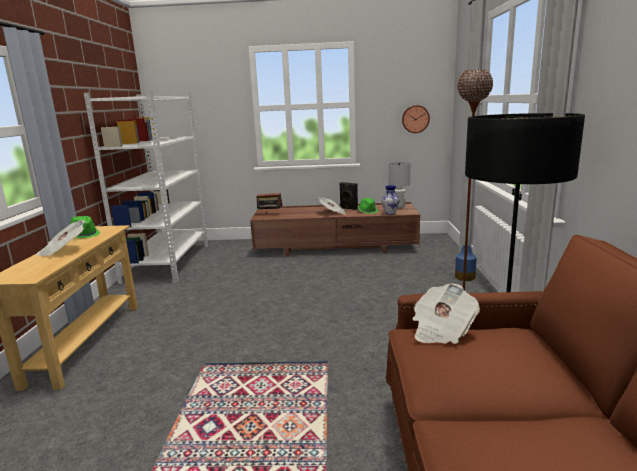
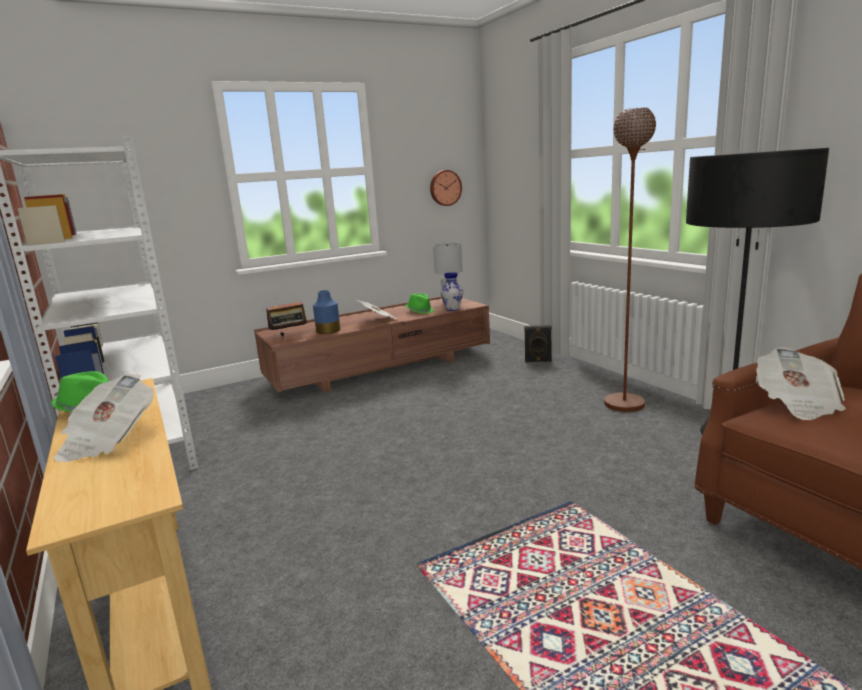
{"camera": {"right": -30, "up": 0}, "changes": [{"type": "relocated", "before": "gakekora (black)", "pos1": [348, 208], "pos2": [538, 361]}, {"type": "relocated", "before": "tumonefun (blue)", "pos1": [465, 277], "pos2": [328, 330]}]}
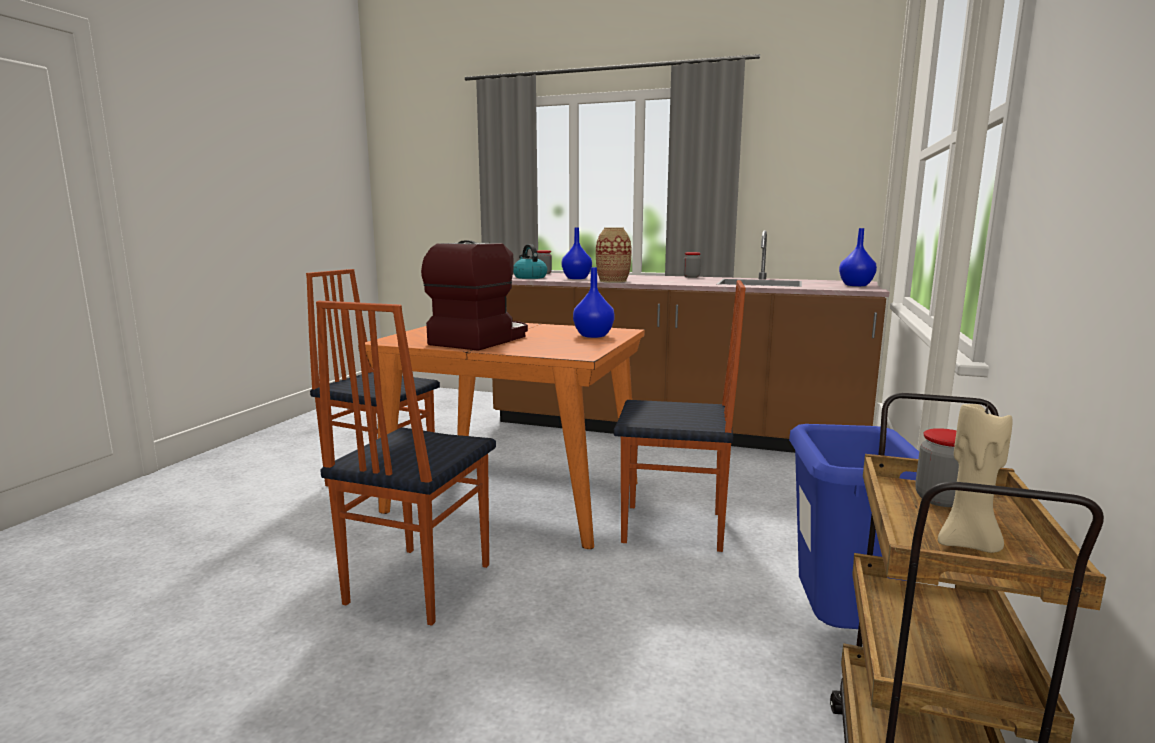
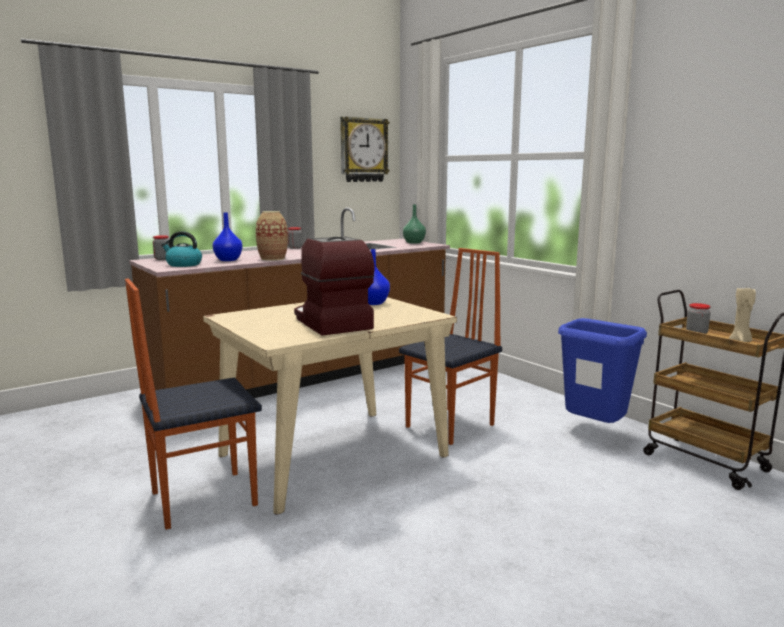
{"camera": {"right": -55, "up": 0}, "changes": [{"type": "missing", "before": "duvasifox", "pos1": [416, 584]}, {"type": "appeared", "after": "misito", "pos2": [363, 150]}, {"type": "colour", "before": "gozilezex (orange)", "after": "gozilezex (beige)", "pos1": [512, 496], "pos2": [332, 456]}, {"type": "colour", "before": "tumonefun (blue)", "after": "tumonefun (green)", "pos1": [856, 285], "pos2": [414, 242]}]}
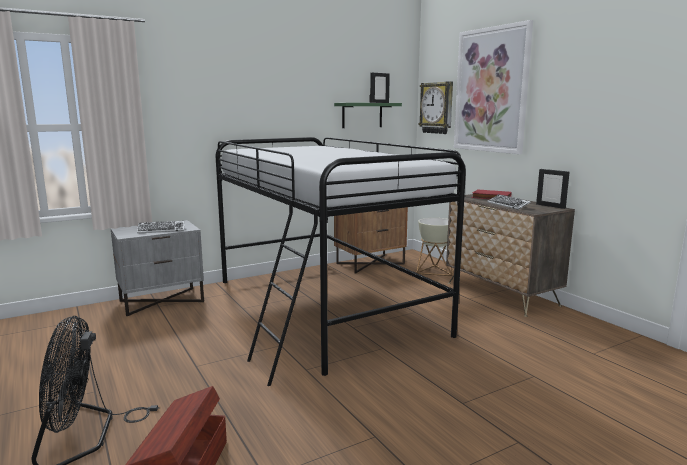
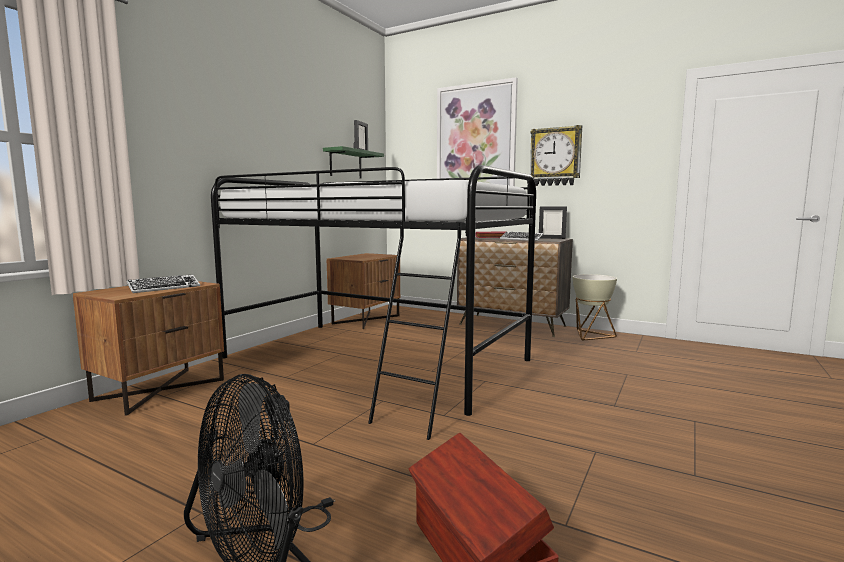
{"camera": {"right": -30, "up": -5}, "changes": [{"type": "relocated", "before": "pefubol", "pos1": [434, 271], "pos2": [591, 335]}, {"type": "relocated", "before": "misito", "pos1": [437, 108], "pos2": [555, 157]}, {"type": "colour", "before": "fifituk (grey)", "after": "fifituk (brown)", "pos1": [162, 301], "pos2": [160, 389]}]}
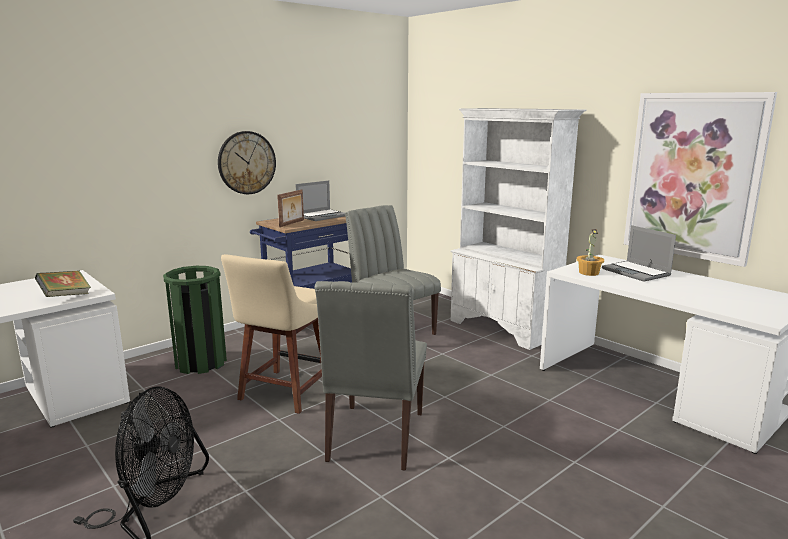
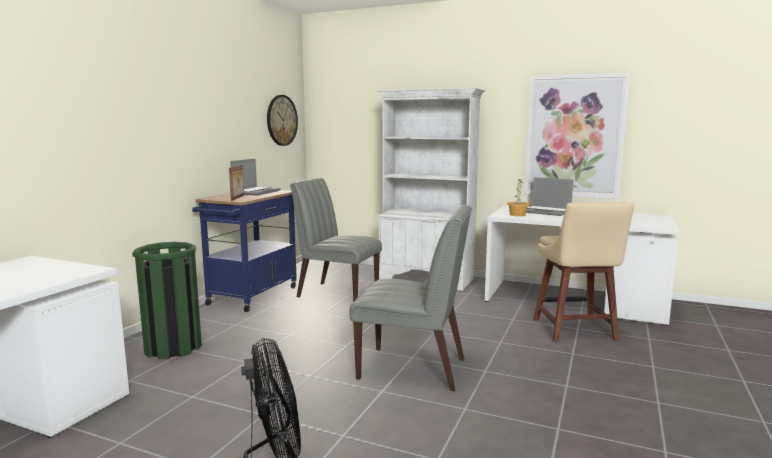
{"camera": {"right": -25, "up": -5}, "changes": [{"type": "missing", "before": "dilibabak", "pos1": [65, 296]}, {"type": "relocated", "before": "misito", "pos1": [246, 162], "pos2": [281, 120]}, {"type": "relocated", "before": "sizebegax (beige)", "pos1": [283, 392], "pos2": [575, 330]}, {"type": "spun", "before": "duvasifox (grey)", "pos1": [376, 435], "pos2": [411, 369], "turn": -60}]}
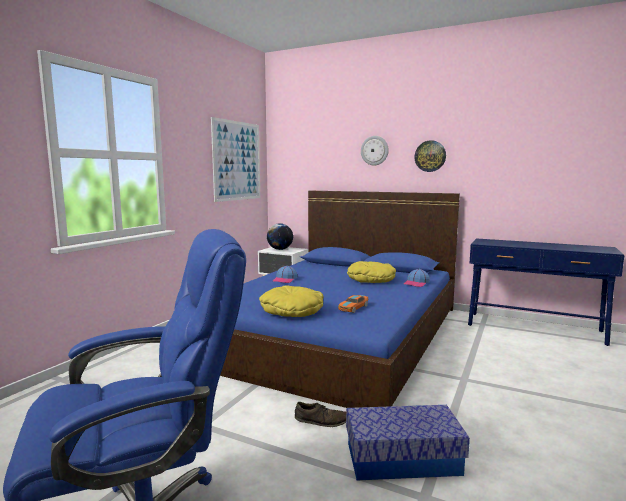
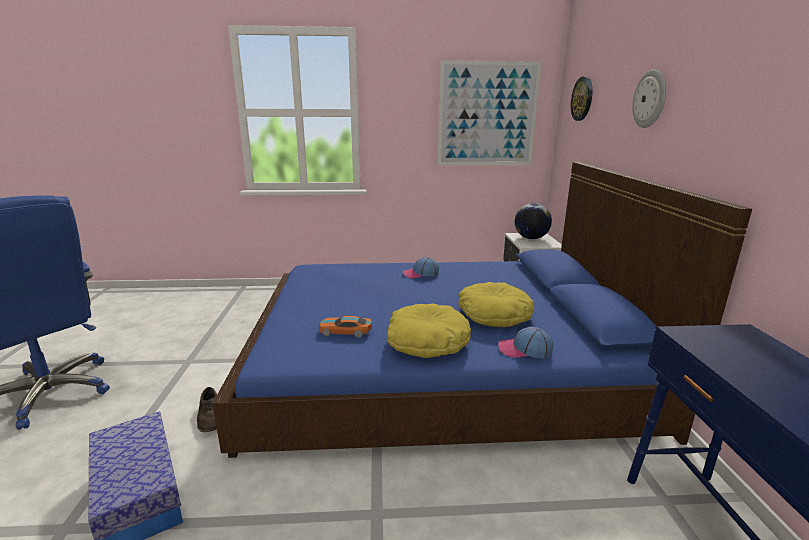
{"camera": {"right": 60, "up": 10}, "changes": [{"type": "relocated", "before": "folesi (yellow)", "pos1": [293, 311], "pos2": [429, 342]}, {"type": "relocated", "before": "misito", "pos1": [430, 156], "pos2": [582, 99]}]}
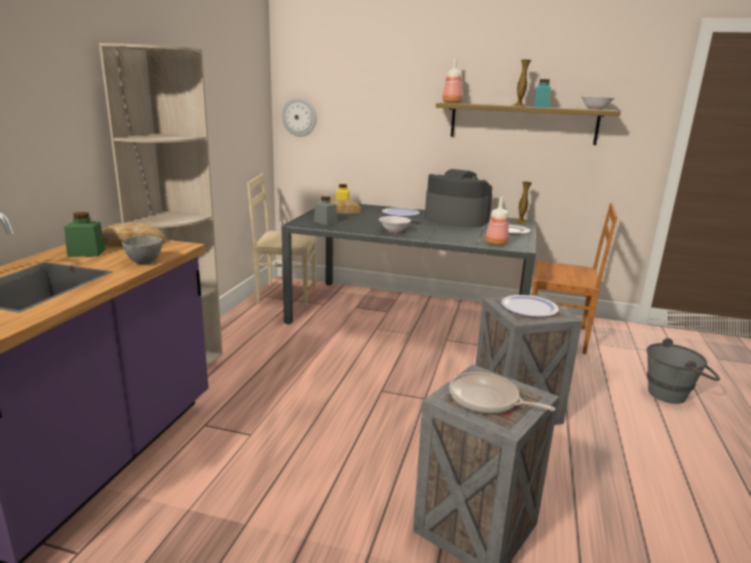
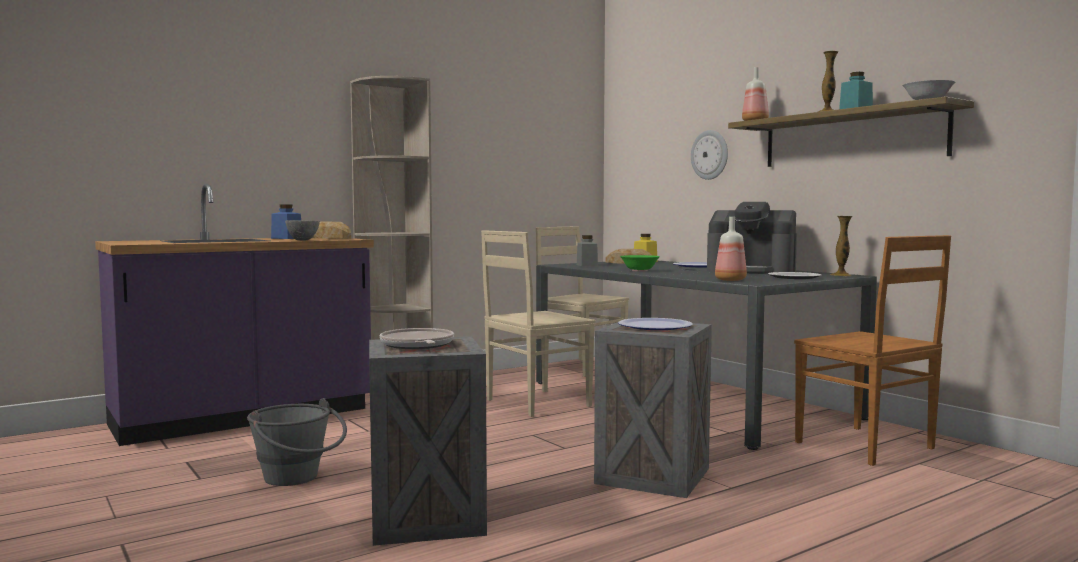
{"camera": {"right": 40, "up": -15}, "changes": [{"type": "appeared", "after": "duvasifox (beige)", "pos2": [535, 403]}, {"type": "relocated", "before": "misito", "pos1": [299, 117], "pos2": [710, 155]}, {"type": "relocated", "before": "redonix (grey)", "pos1": [674, 394], "pos2": [297, 479]}, {"type": "colour", "before": "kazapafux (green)", "after": "kazapafux (blue)", "pos1": [86, 253], "pos2": [286, 238]}, {"type": "colour", "before": "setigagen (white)", "after": "setigagen (green)", "pos1": [394, 231], "pos2": [639, 271]}, {"type": "spun", "before": "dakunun", "pos1": [455, 220], "pos2": [752, 271], "turn": 135}]}
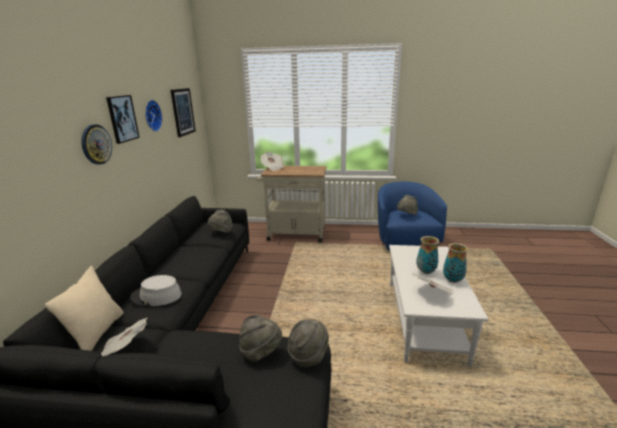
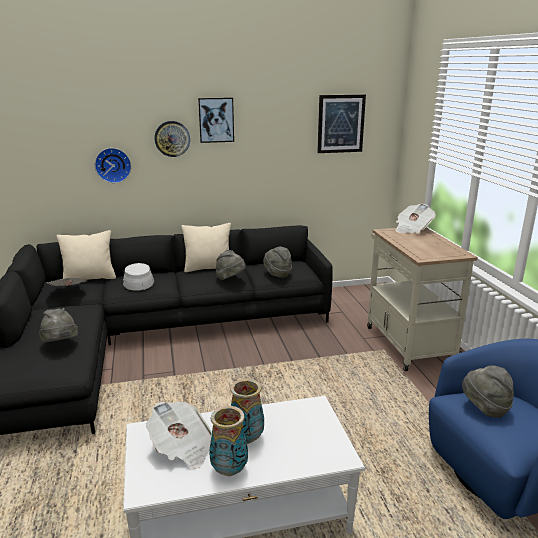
{"camera": {"right": 70, "up": 0}, "changes": [{"type": "appeared", "after": "folesi (beige)", "pos2": [208, 268]}, {"type": "relocated", "before": "misito", "pos1": [151, 115], "pos2": [113, 165]}, {"type": "relocated", "before": "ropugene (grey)", "pos1": [308, 355], "pos2": [230, 279]}]}
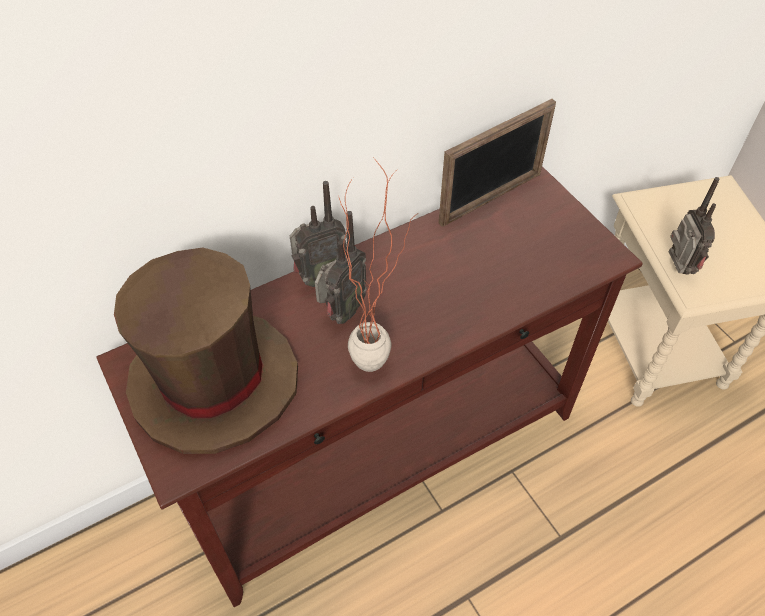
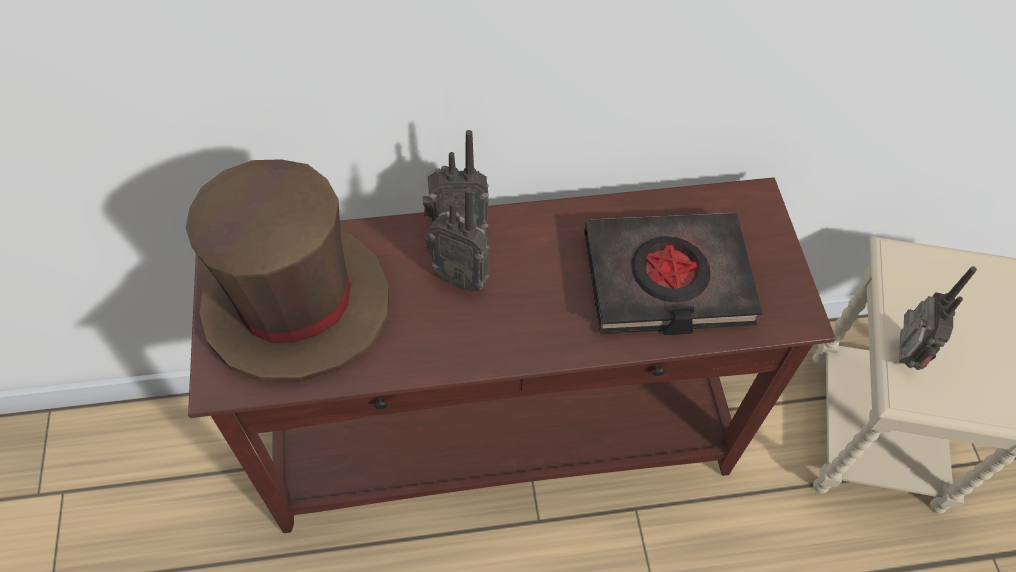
{"camera": {"right": 20, "up": 5}, "changes": [{"type": "missing", "before": "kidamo", "pos1": [381, 357]}, {"type": "missing", "before": "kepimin", "pos1": [491, 198]}, {"type": "appeared", "after": "dilibabak (black)", "pos2": [667, 280]}, {"type": "spun", "before": "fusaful", "pos1": [341, 313], "pos2": [461, 276], "turn": 60}]}
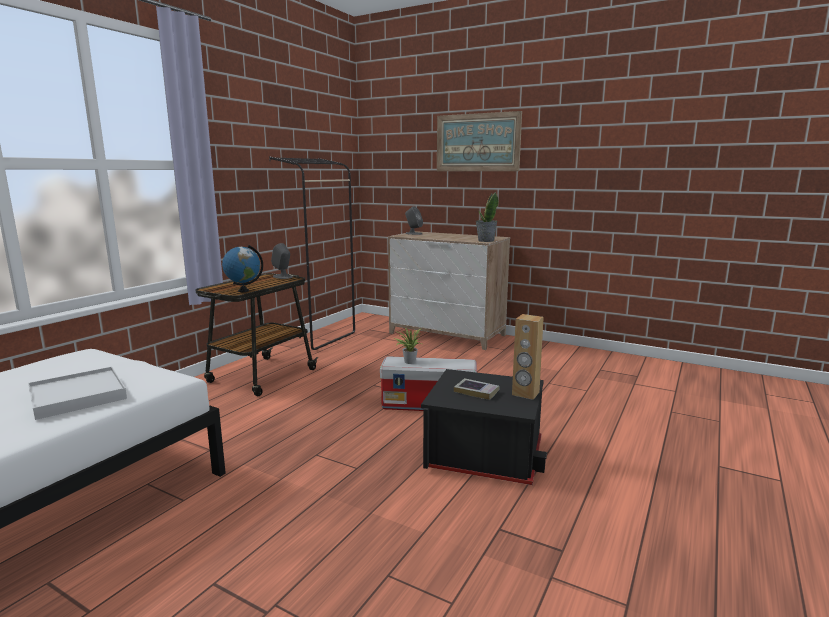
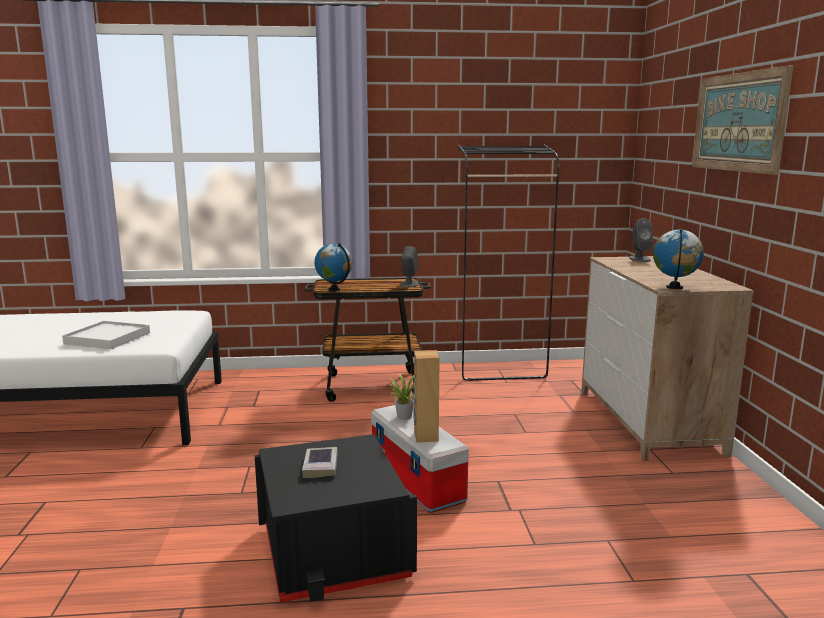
{"camera": {"right": 55, "up": 0}, "changes": [{"type": "relocated", "before": "gakekora (brown)", "pos1": [525, 394], "pos2": [425, 436]}, {"type": "exchanged", "before": "kidamo", "after": "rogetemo", "pos1": [485, 241], "pos2": [674, 287]}]}
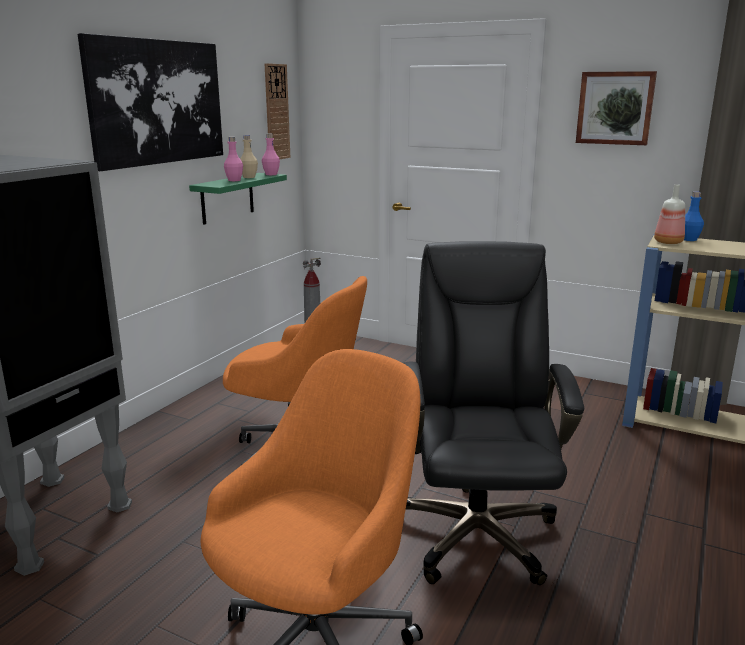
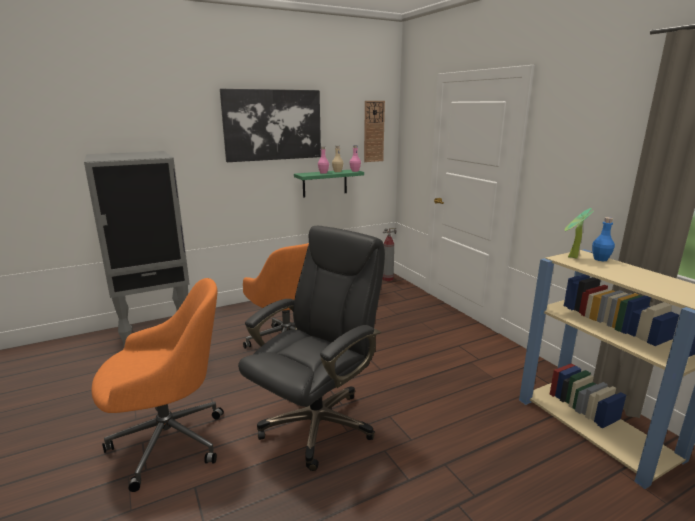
{"camera": {"right": 35, "up": 0}, "changes": [{"type": "missing", "before": "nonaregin", "pos1": [615, 108]}, {"type": "exchanged", "before": "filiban", "after": "kidamo", "pos1": [667, 242], "pos2": [571, 258]}]}
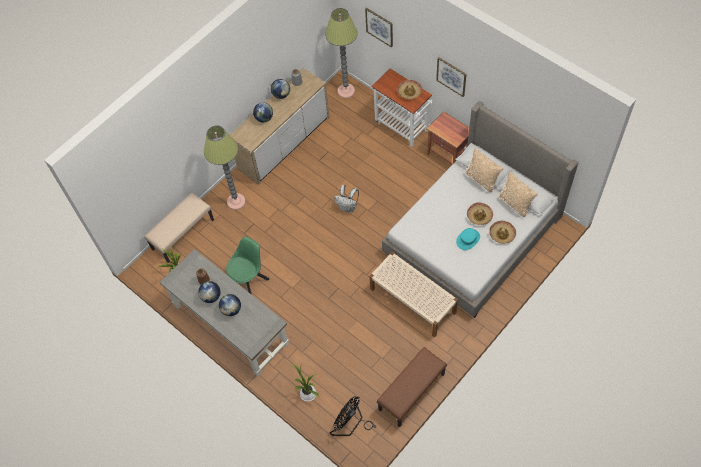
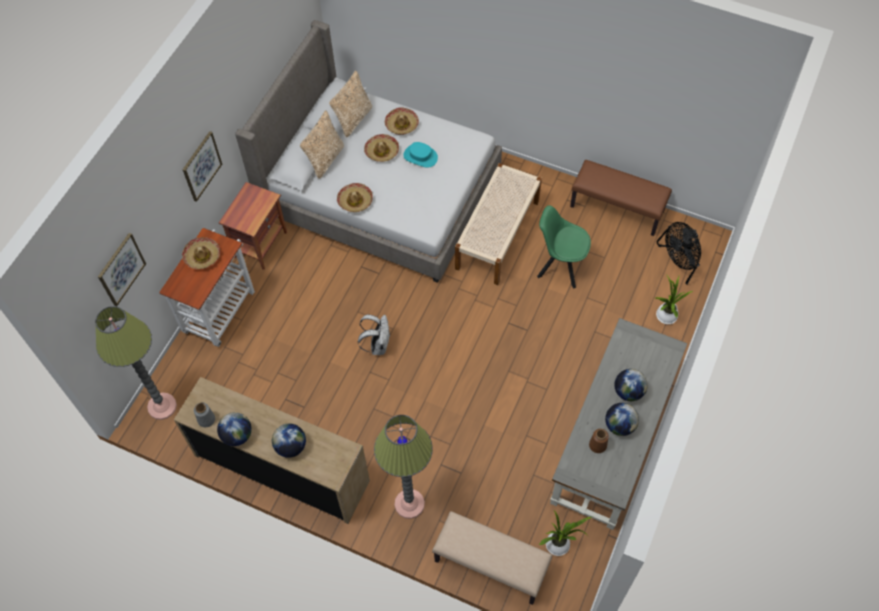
{"camera": {"right": -110, "up": 0}, "changes": [{"type": "appeared", "after": "ropugene", "pos2": [355, 201]}, {"type": "relocated", "before": "duvasifox (green)", "pos1": [249, 280], "pos2": [560, 265]}, {"type": "spun", "before": "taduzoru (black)", "pos1": [352, 422], "pos2": [680, 259], "turn": 45}]}
